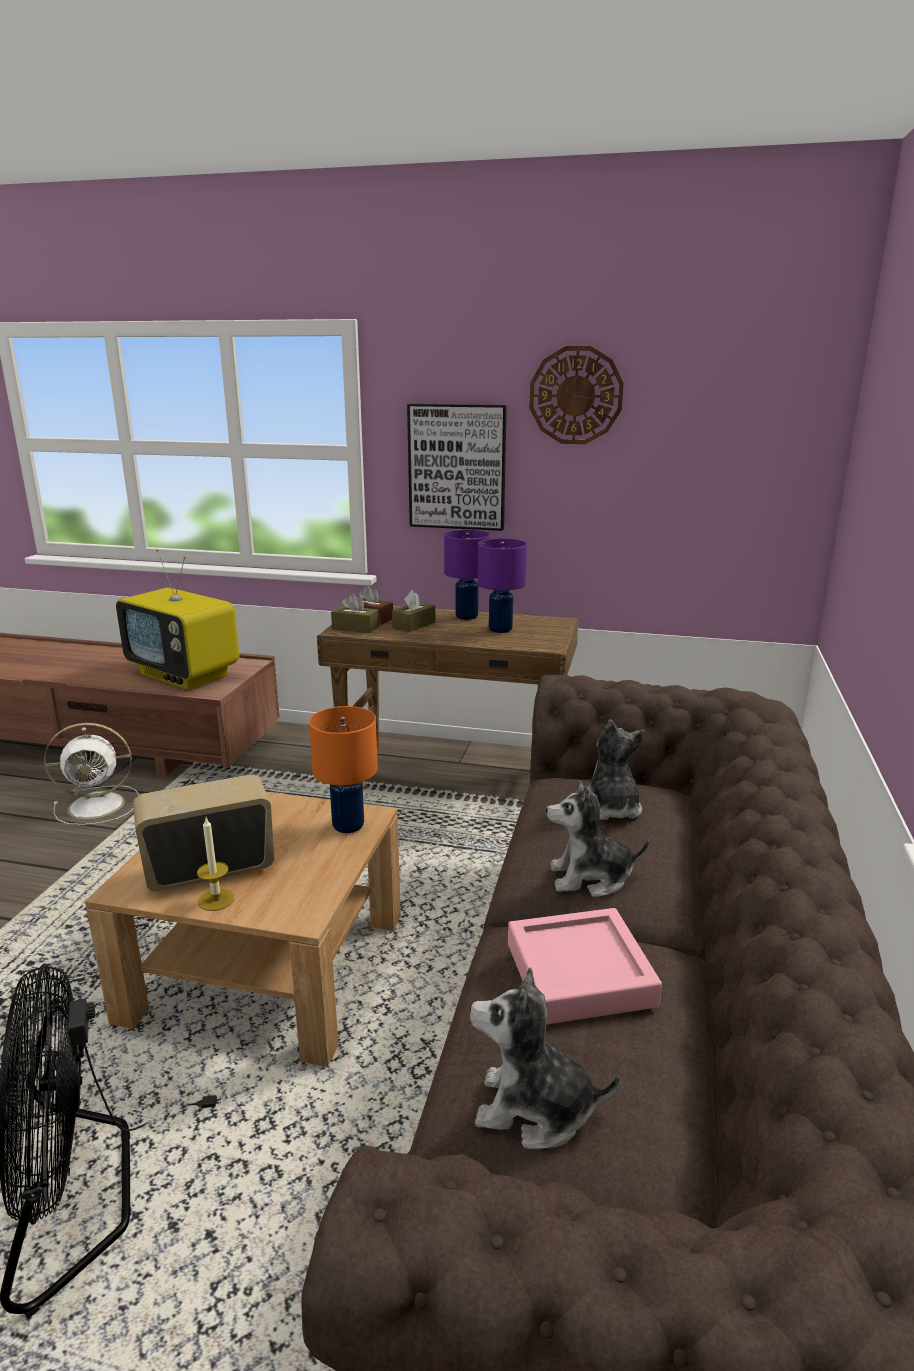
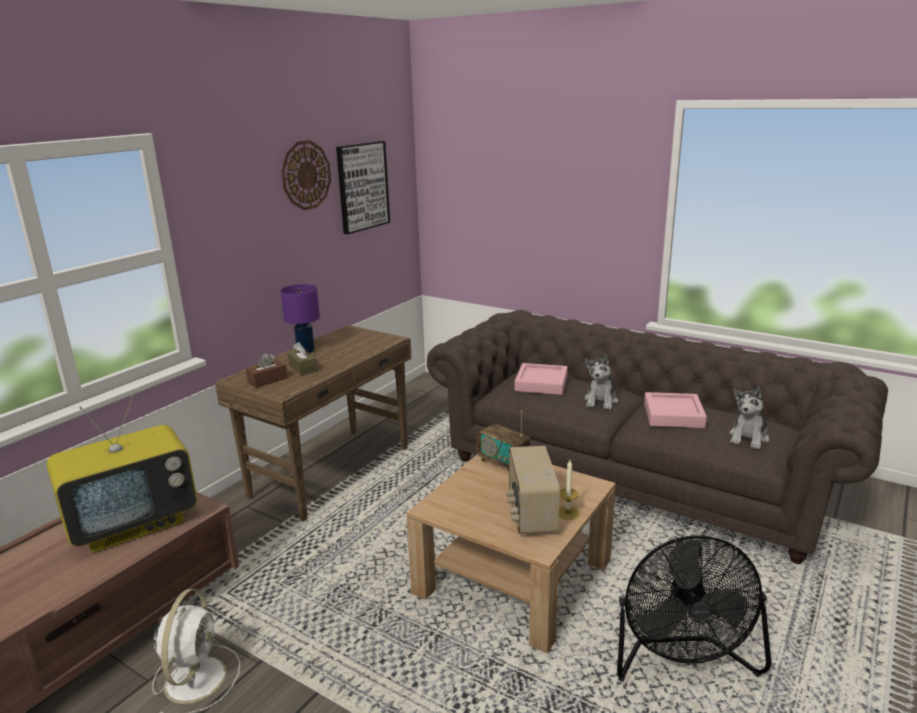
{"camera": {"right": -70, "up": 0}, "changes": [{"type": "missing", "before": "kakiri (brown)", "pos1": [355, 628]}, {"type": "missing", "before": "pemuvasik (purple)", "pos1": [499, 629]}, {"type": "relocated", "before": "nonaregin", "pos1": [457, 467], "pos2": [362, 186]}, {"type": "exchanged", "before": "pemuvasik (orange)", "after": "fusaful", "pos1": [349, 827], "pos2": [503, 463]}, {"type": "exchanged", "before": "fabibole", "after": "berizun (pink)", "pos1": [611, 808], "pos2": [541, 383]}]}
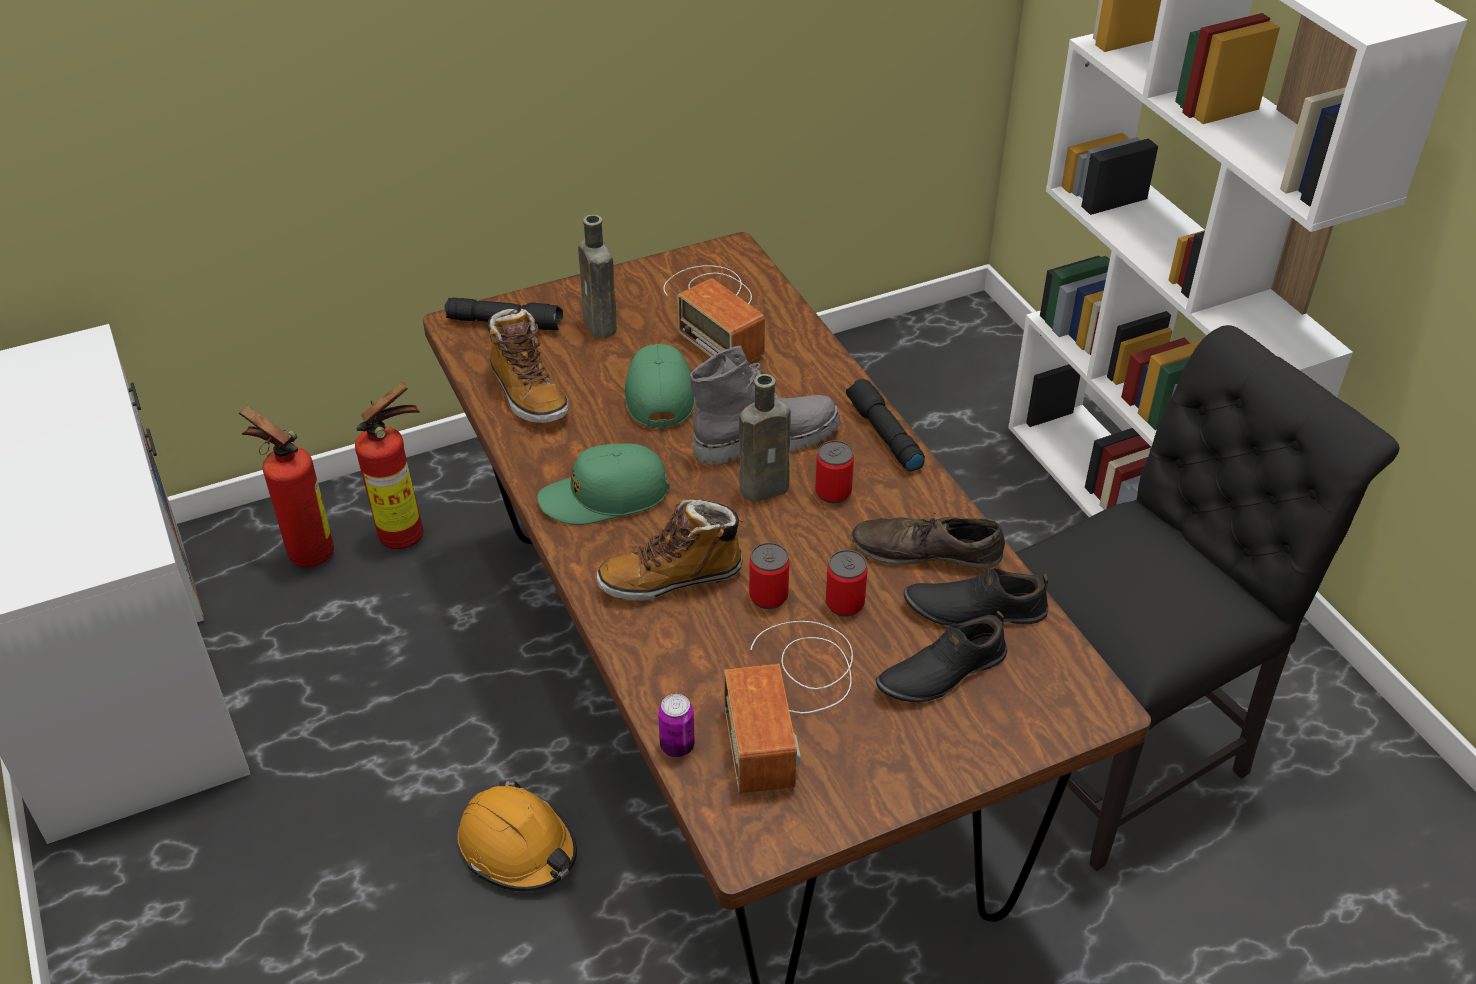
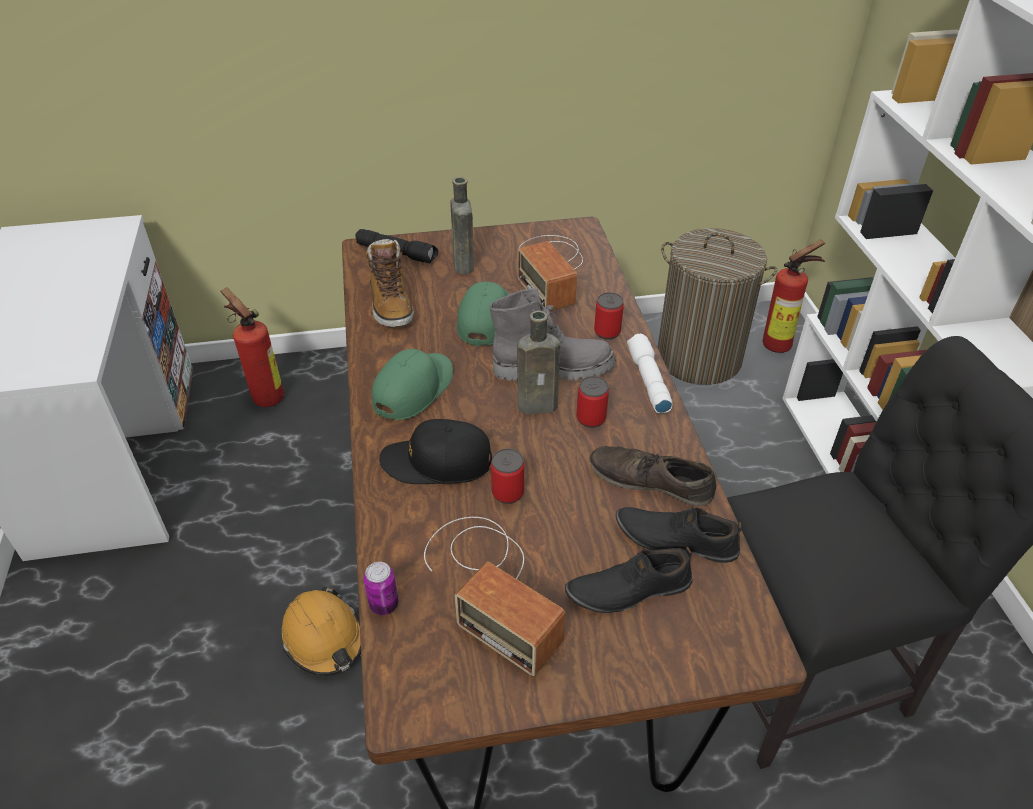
{"camera": {"right": 15, "up": 0}, "changes": [{"type": "appeared", "after": "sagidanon", "pos2": [699, 358]}, {"type": "relocated", "before": "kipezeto", "pos1": [408, 534], "pos2": [781, 345]}, {"type": "relocated", "before": "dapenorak", "pos1": [845, 603], "pos2": [607, 332]}, {"type": "exchanged", "before": "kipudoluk", "after": "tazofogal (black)", "pos1": [671, 578], "pos2": [437, 462]}, {"type": "colour", "before": "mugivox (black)", "after": "mugivox (white)", "pos1": [883, 434], "pos2": [647, 380]}, {"type": "spun", "before": "tazofogal (green)", "pos1": [604, 496], "pos2": [413, 389], "turn": 120}, {"type": "spun", "before": "fusaful", "pos1": [790, 699], "pos2": [491, 584], "turn": -60}]}
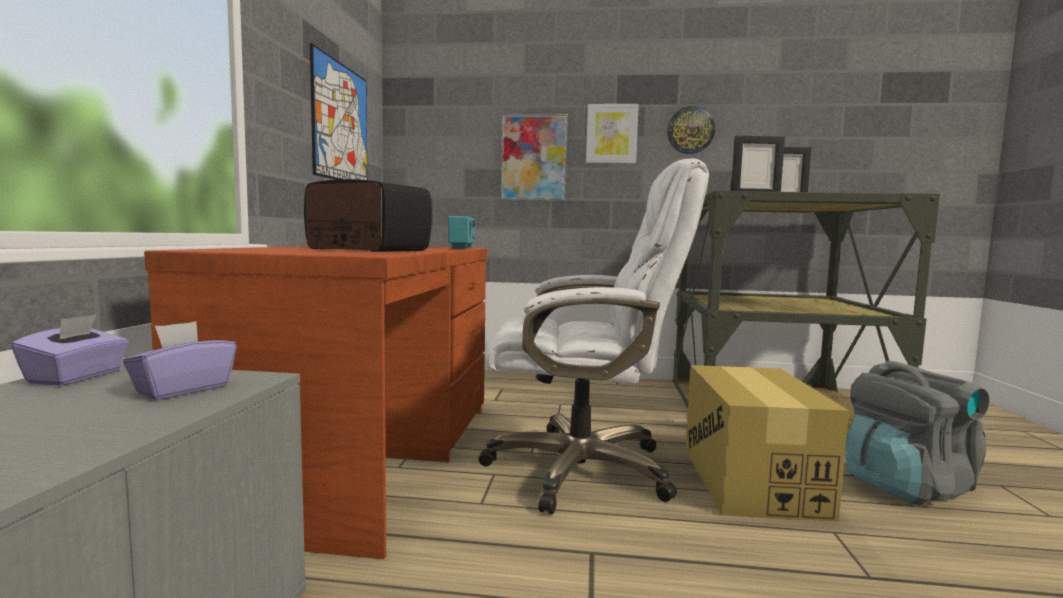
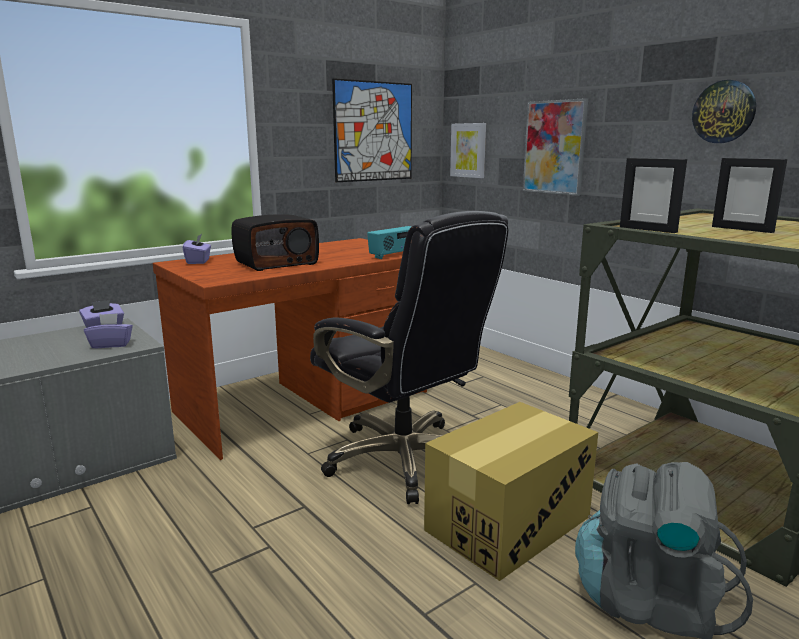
{"camera": {"right": 45, "up": 10}, "changes": [{"type": "appeared", "after": "kakiri (purple)", "pos2": [198, 261]}, {"type": "relocated", "before": "nonaregin", "pos1": [611, 134], "pos2": [468, 150]}, {"type": "colour", "before": "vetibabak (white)", "after": "vetibabak (black)", "pos1": [580, 469], "pos2": [403, 458]}, {"type": "spun", "before": "fusaful", "pos1": [366, 249], "pos2": [276, 263], "turn": 75}]}
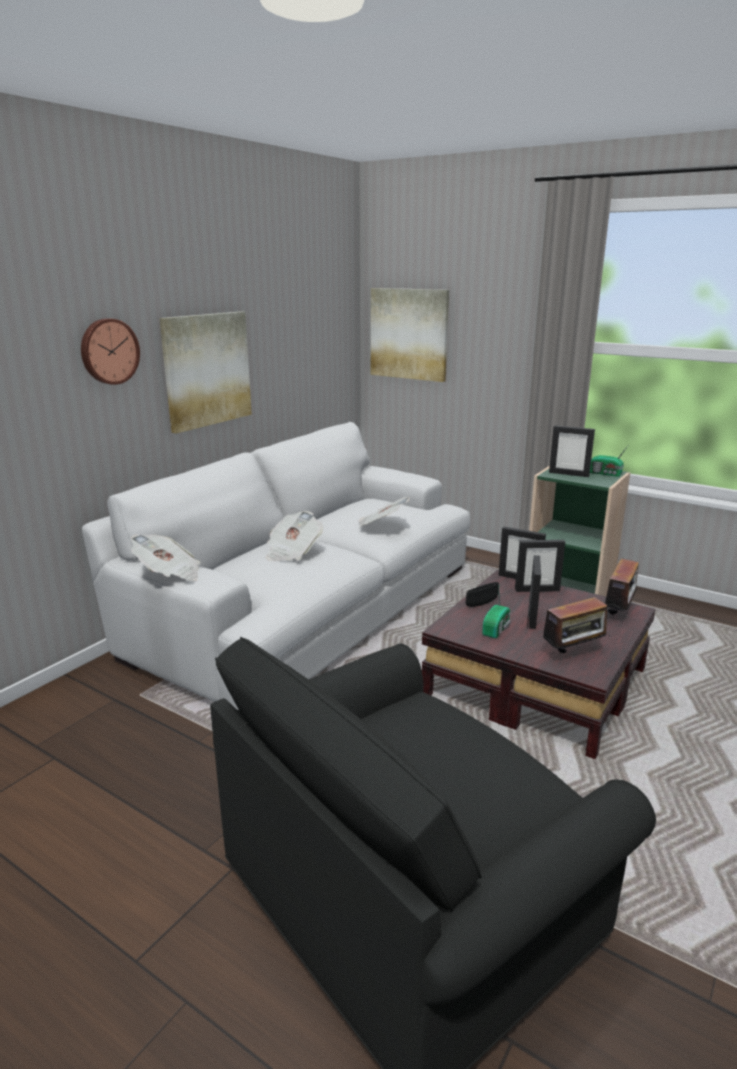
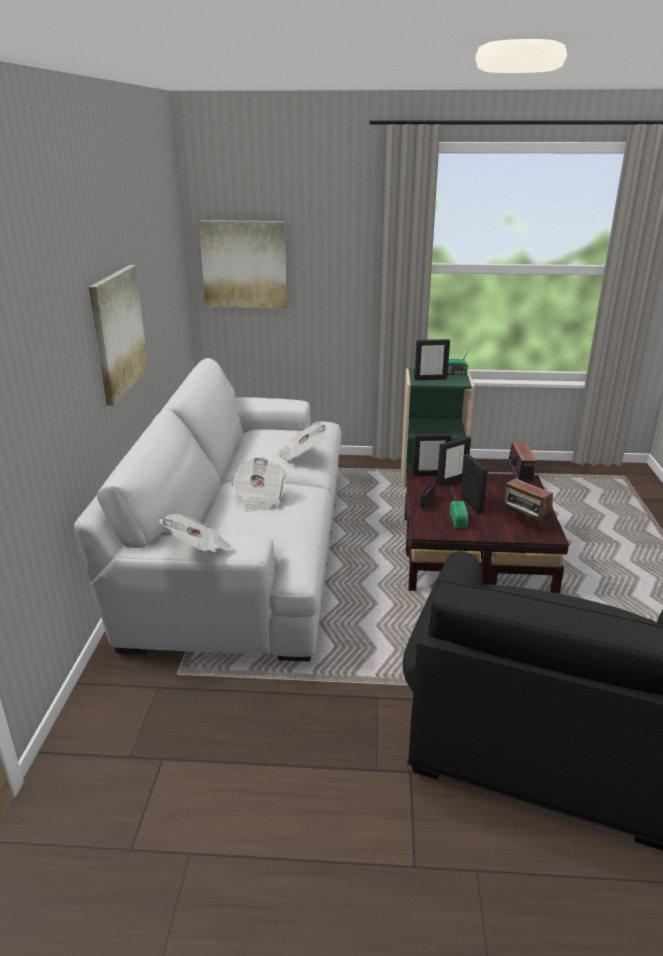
{"camera": {"right": -30, "up": 5}, "changes": [{"type": "missing", "before": "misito", "pos1": [108, 351]}, {"type": "spun", "before": "fusaful", "pos1": [573, 653], "pos2": [524, 523], "turn": 105}]}
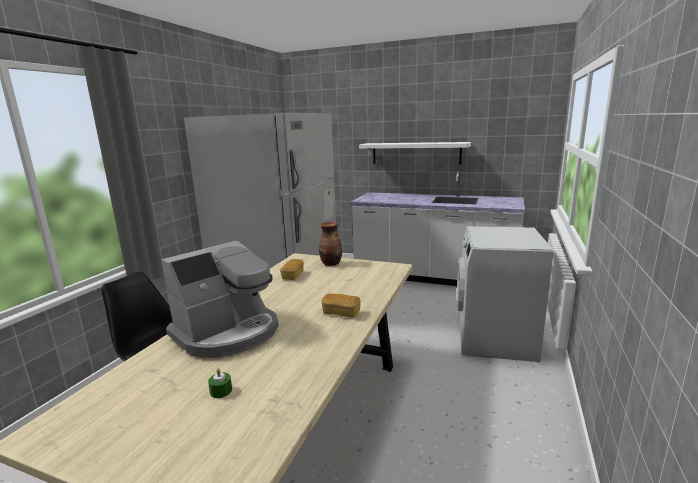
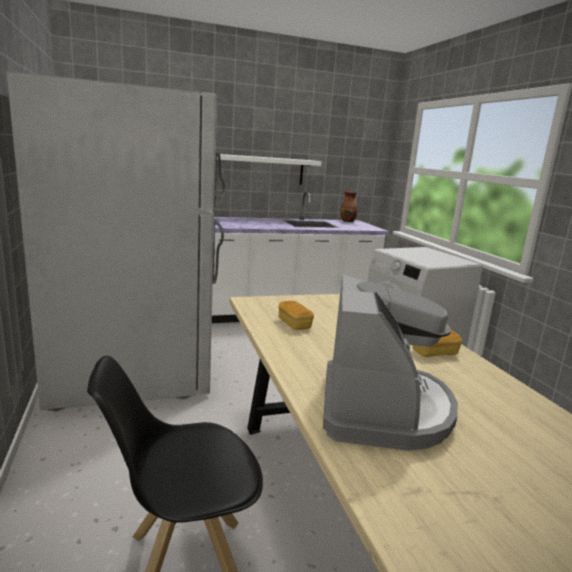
{"camera": {"right": -40, "up": 0}, "changes": [{"type": "missing", "before": "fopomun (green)", "pos1": [221, 391]}, {"type": "relocated", "before": "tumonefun", "pos1": [331, 263], "pos2": [348, 221]}]}
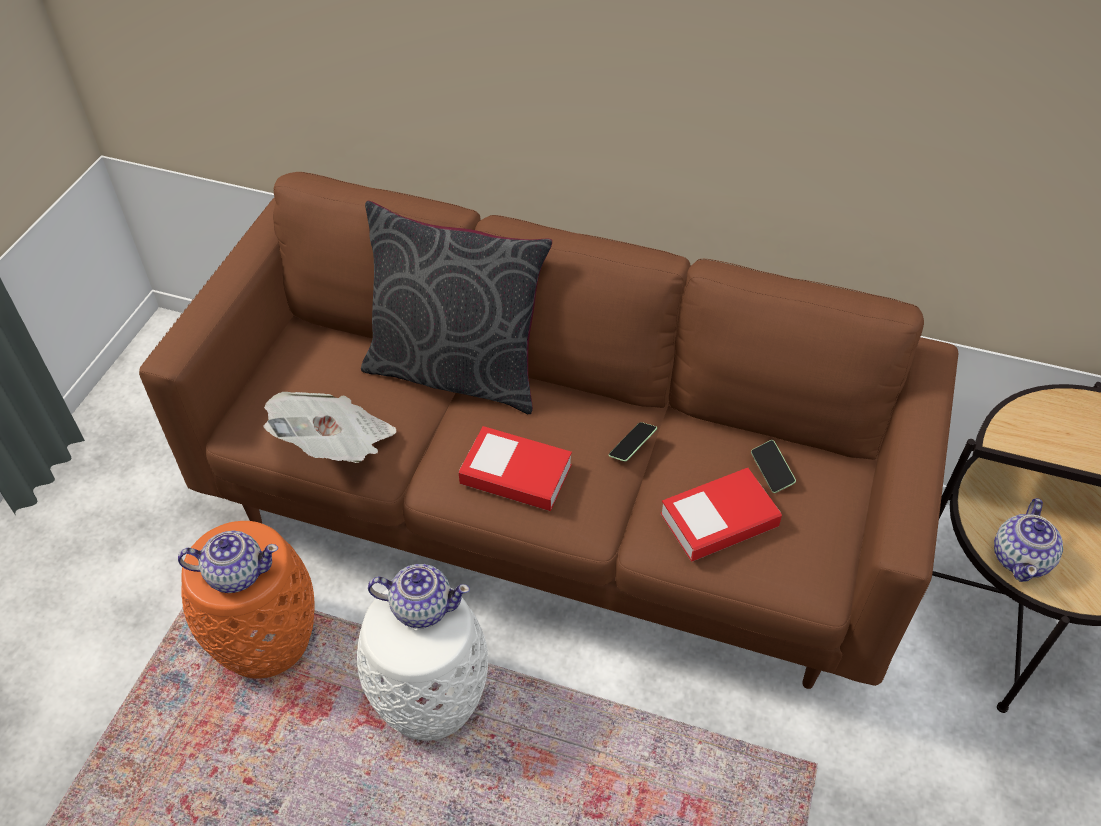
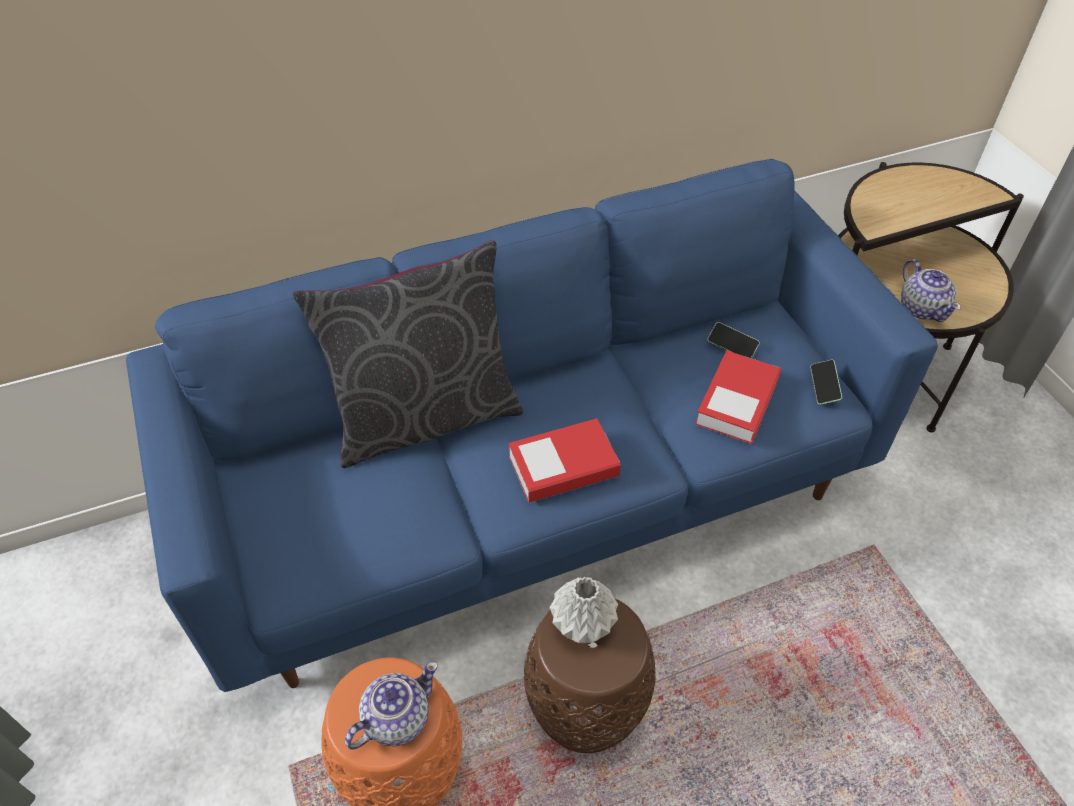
{"camera": {"right": -40, "up": 0}, "changes": [{"type": "missing", "before": "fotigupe", "pos1": [336, 445]}, {"type": "relocated", "before": "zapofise", "pos1": [632, 446], "pos2": [824, 387]}, {"type": "exchanged", "before": "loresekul", "after": "tumonefun (grey)", "pos1": [421, 607], "pos2": [582, 625]}, {"type": "colour", "before": "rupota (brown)", "after": "rupota (blue)", "pos1": [553, 515], "pos2": [537, 500]}, {"type": "colour", "before": "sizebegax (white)", "after": "sizebegax (brown)", "pos1": [430, 697], "pos2": [586, 707]}]}
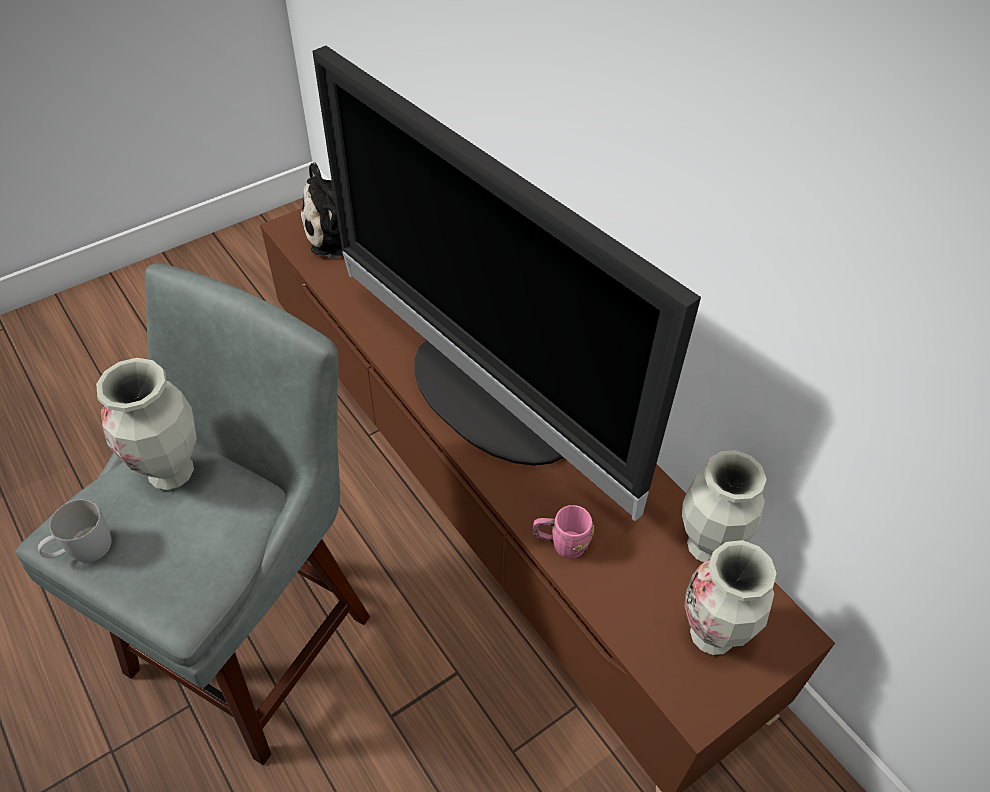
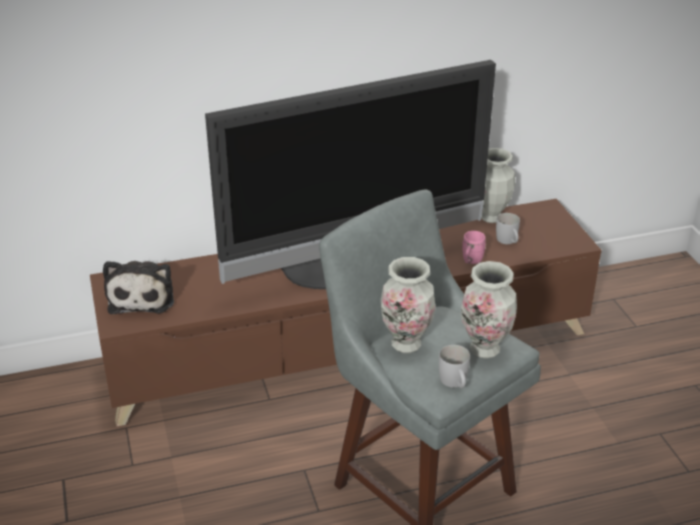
{"camera": {"right": -70, "up": -15}, "changes": [{"type": "appeared", "after": "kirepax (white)", "pos2": [508, 241]}, {"type": "relocated", "before": "tumonefun", "pos1": [712, 636], "pos2": [485, 349]}]}
